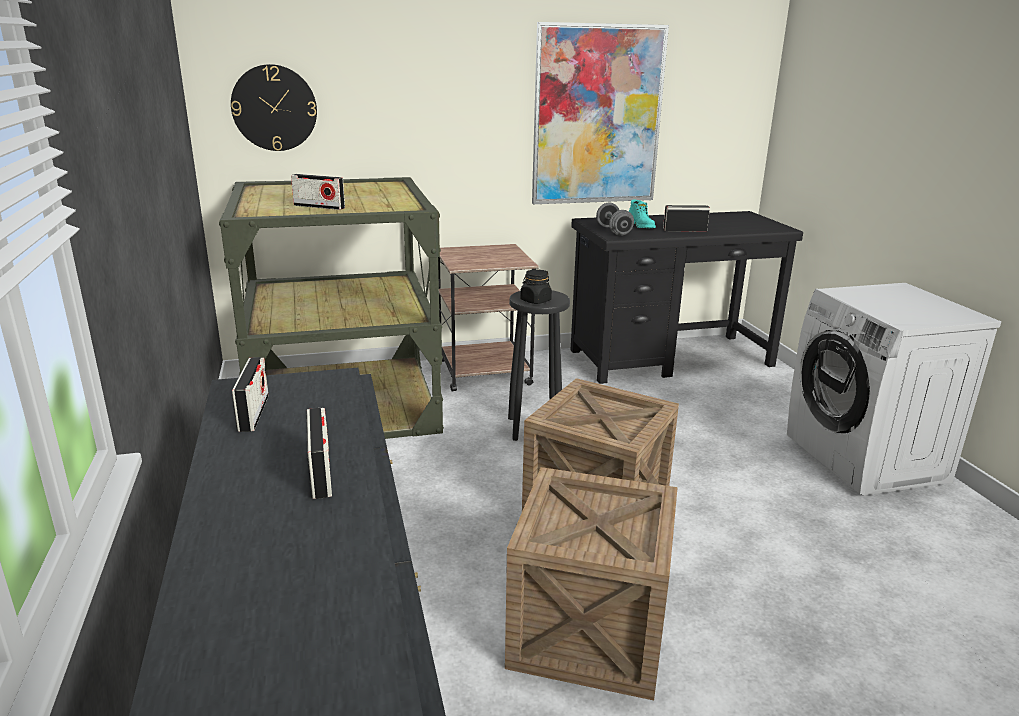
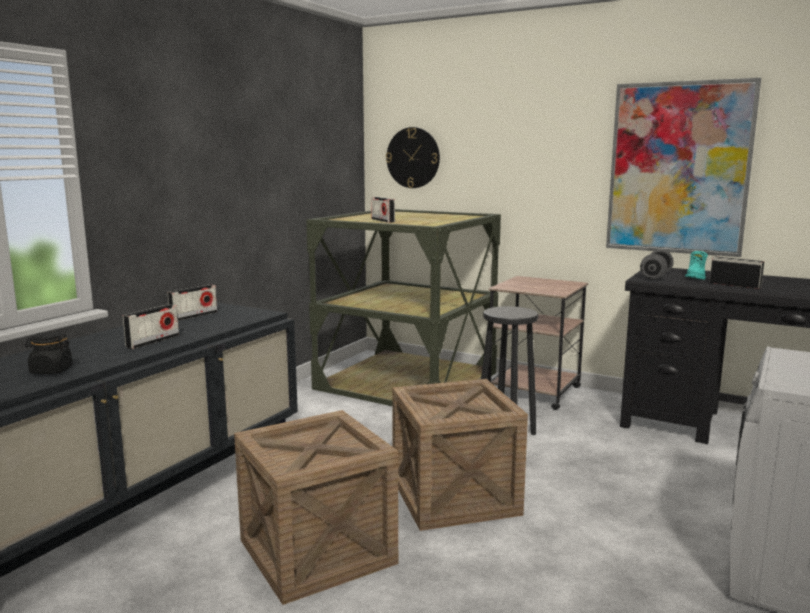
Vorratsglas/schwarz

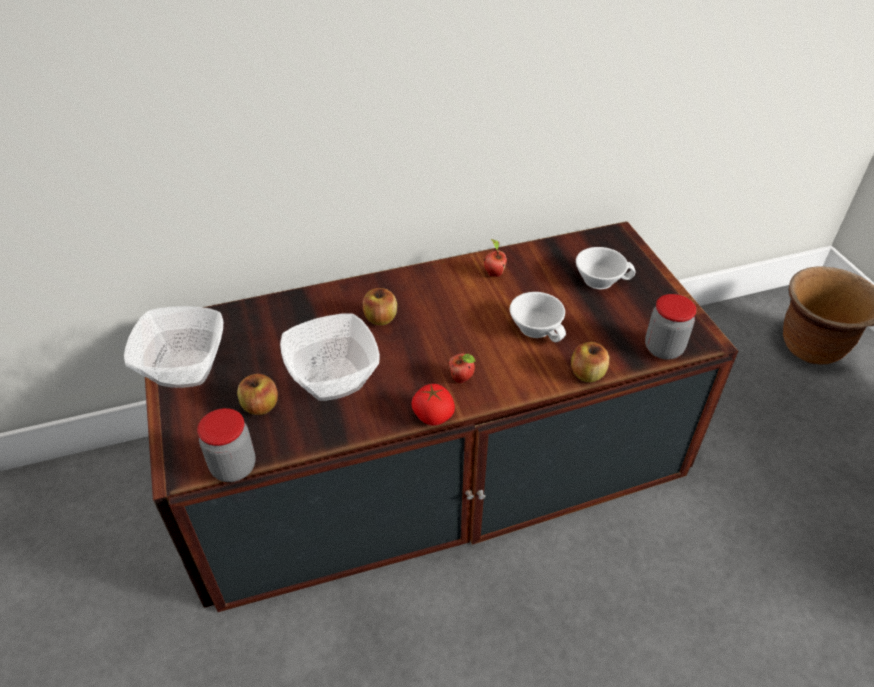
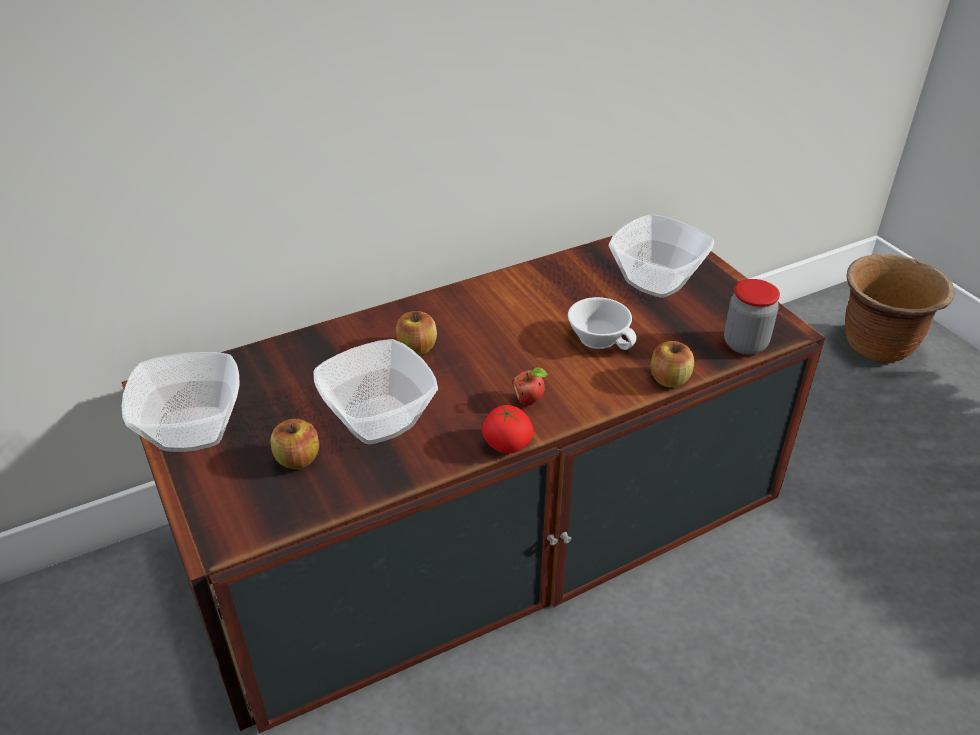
Schüssel (no. 3 from left); Vorratsglas (no. 1 from left in the first image); Apfel (no. 4 from left in the first image)

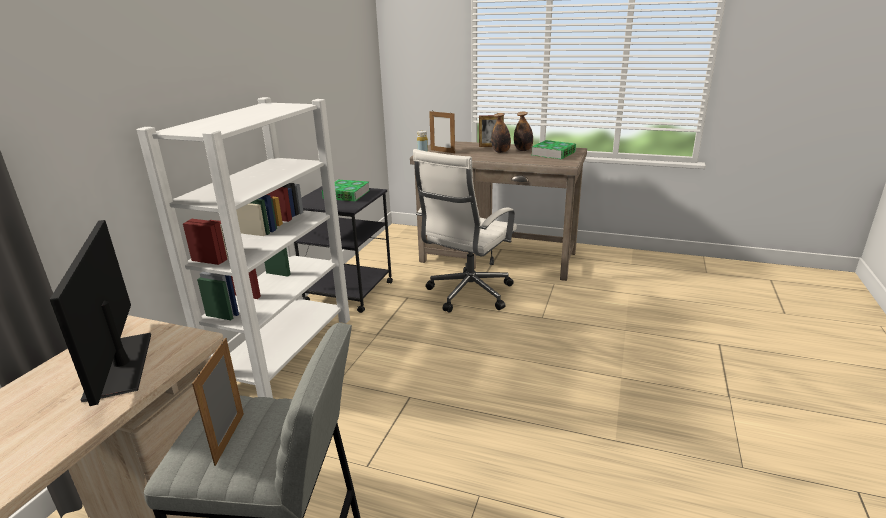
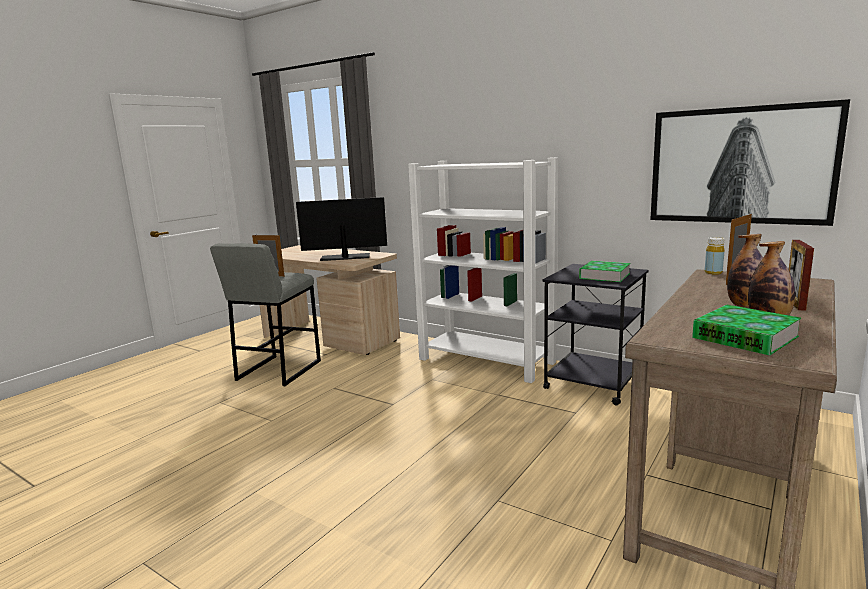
Bild; Bürostuhl/weiß

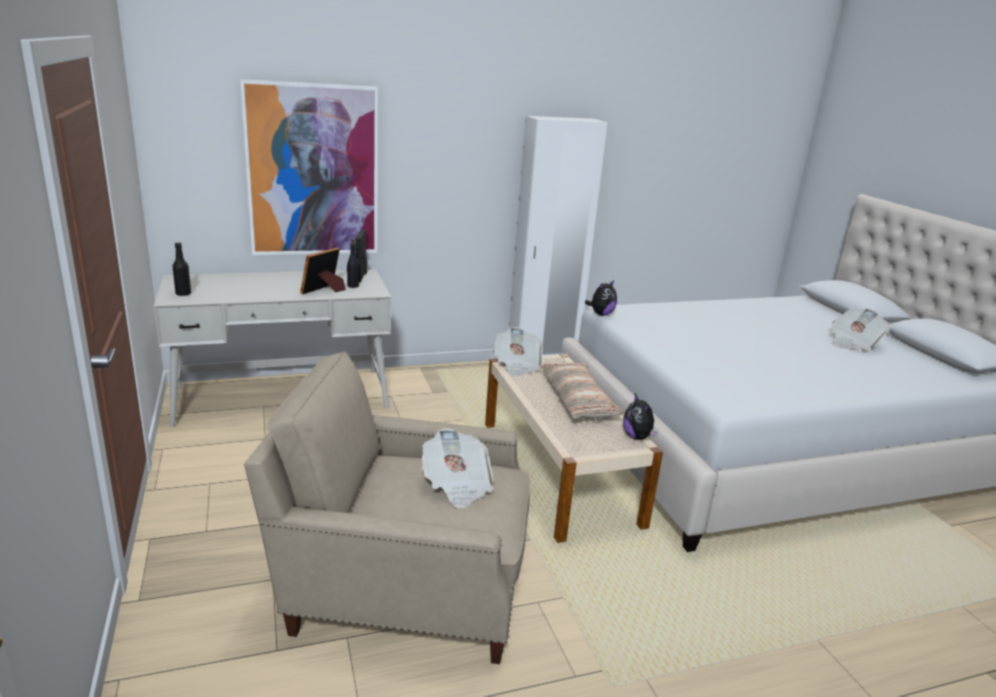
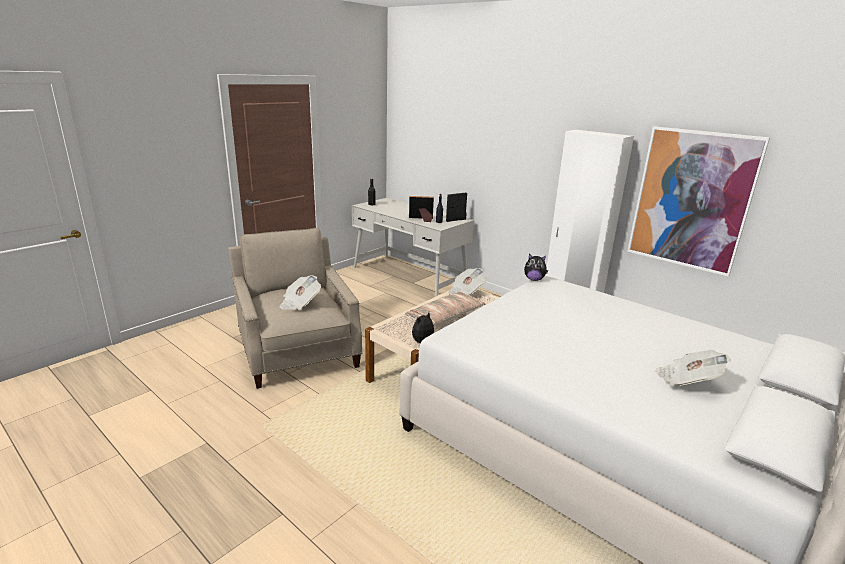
Bild

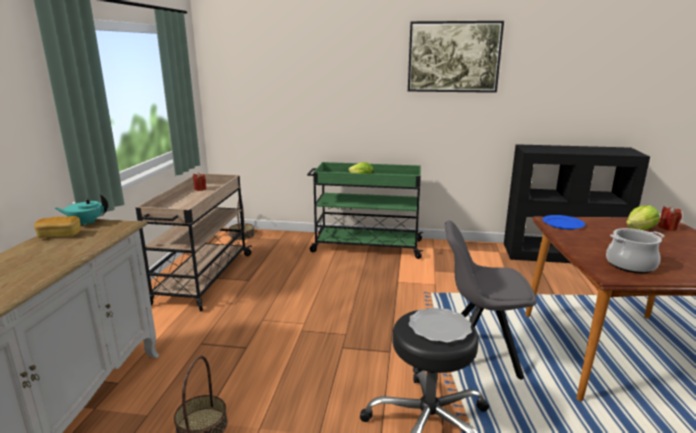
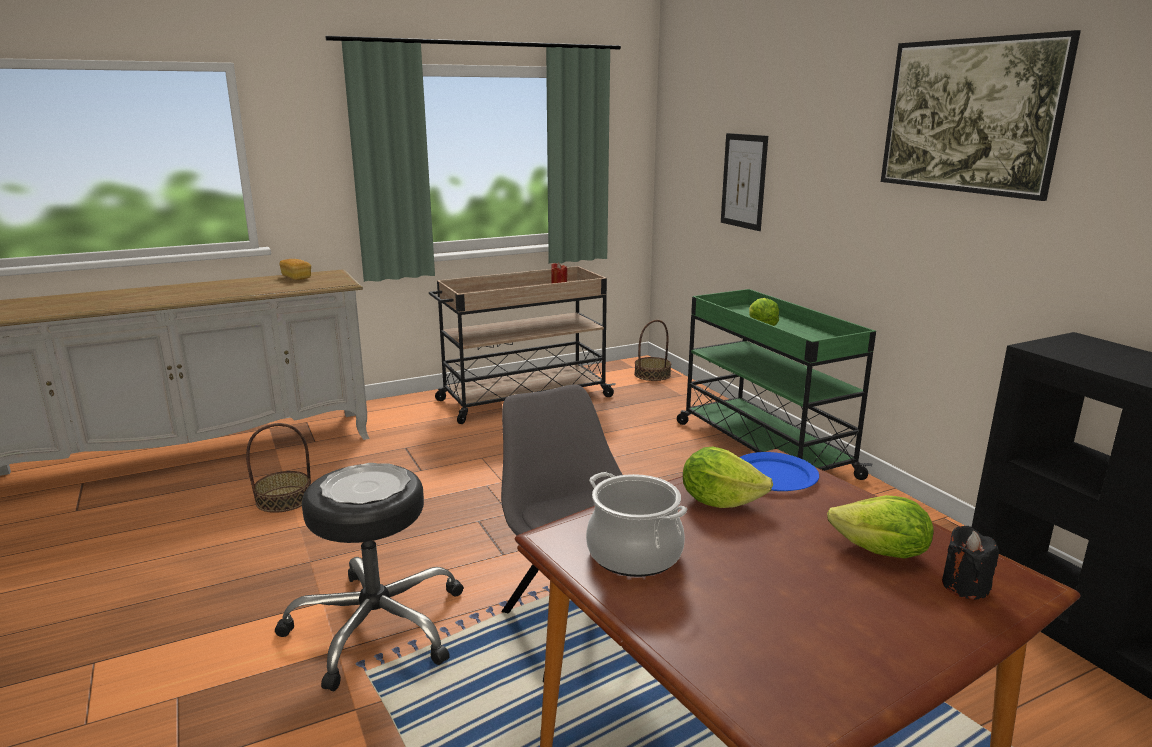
Salatkopf (no. 1 from left); Bild (no. 1 from left); Kerze/schwarz; Teekanne/türkis

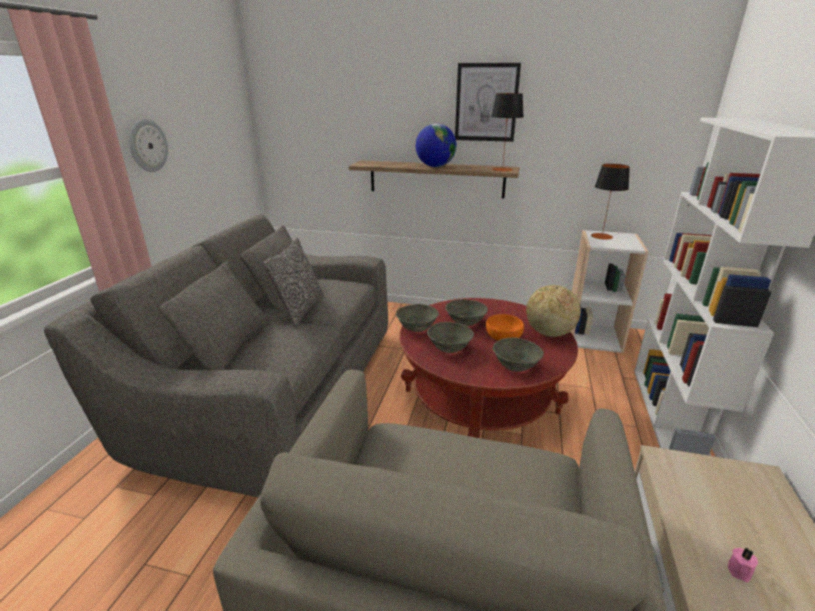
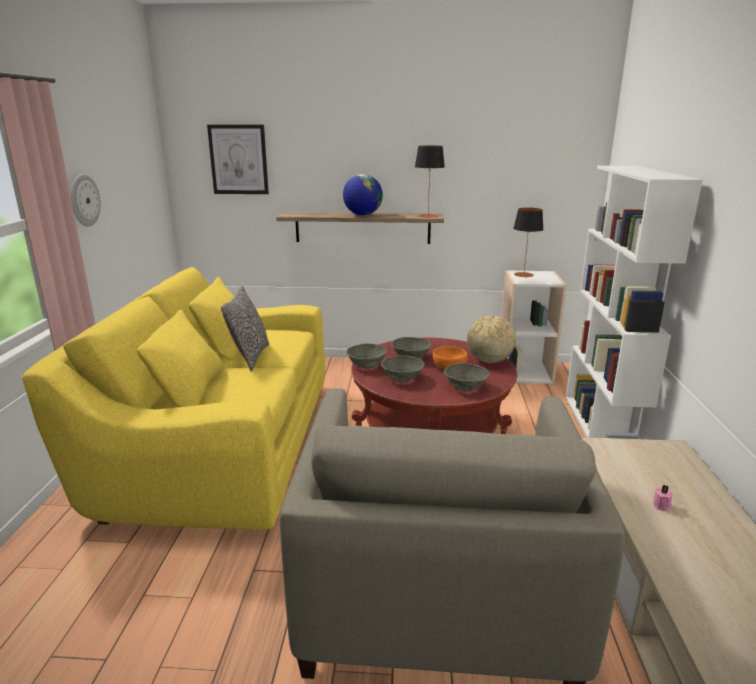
Sofa/gelb; Bild

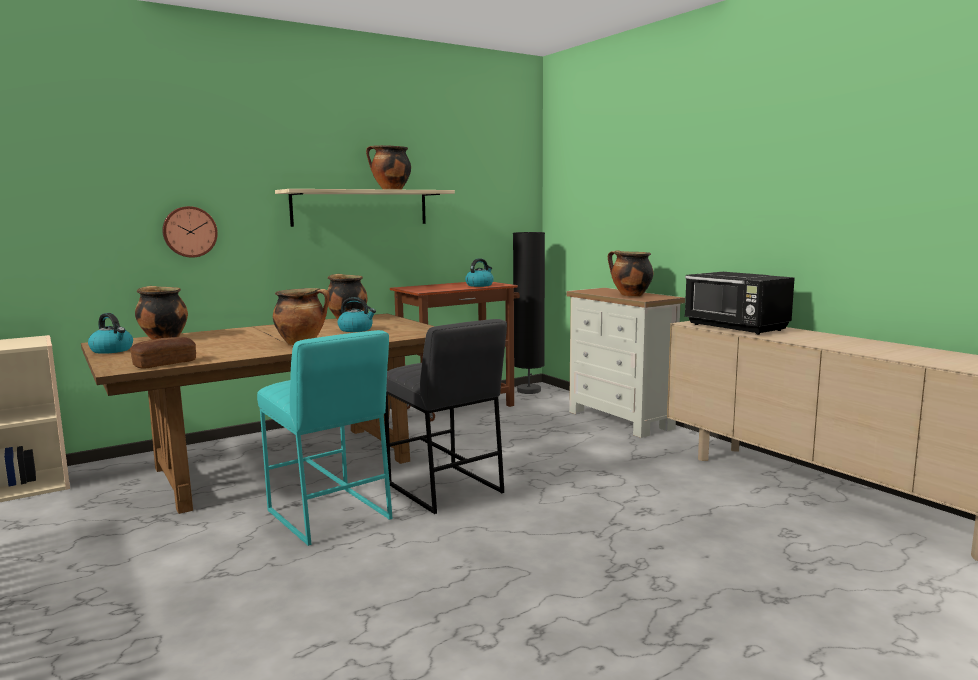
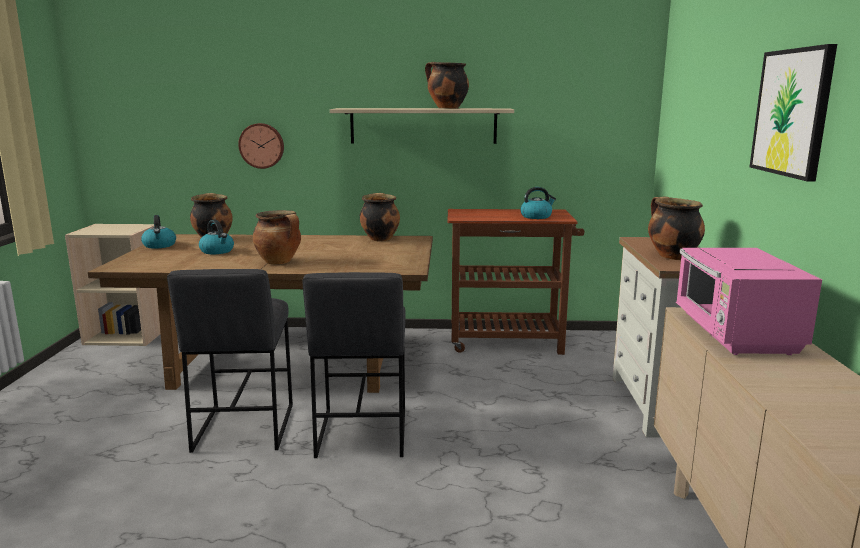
Hocker/grau (no. 1 from left); Wasserkessel (no. 2 from left); Mikrowelle/rosa; Bild; Brot; Stehlampe/schwarz

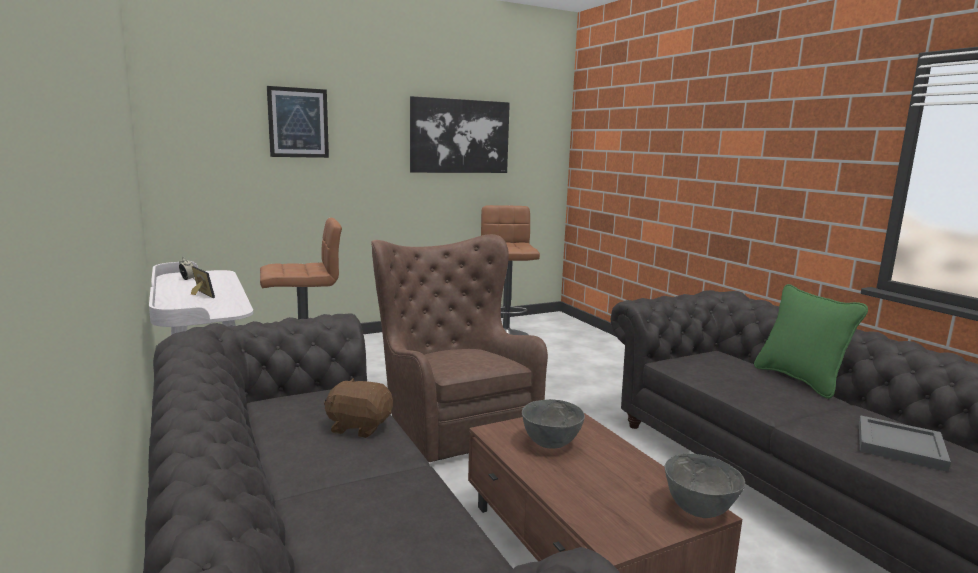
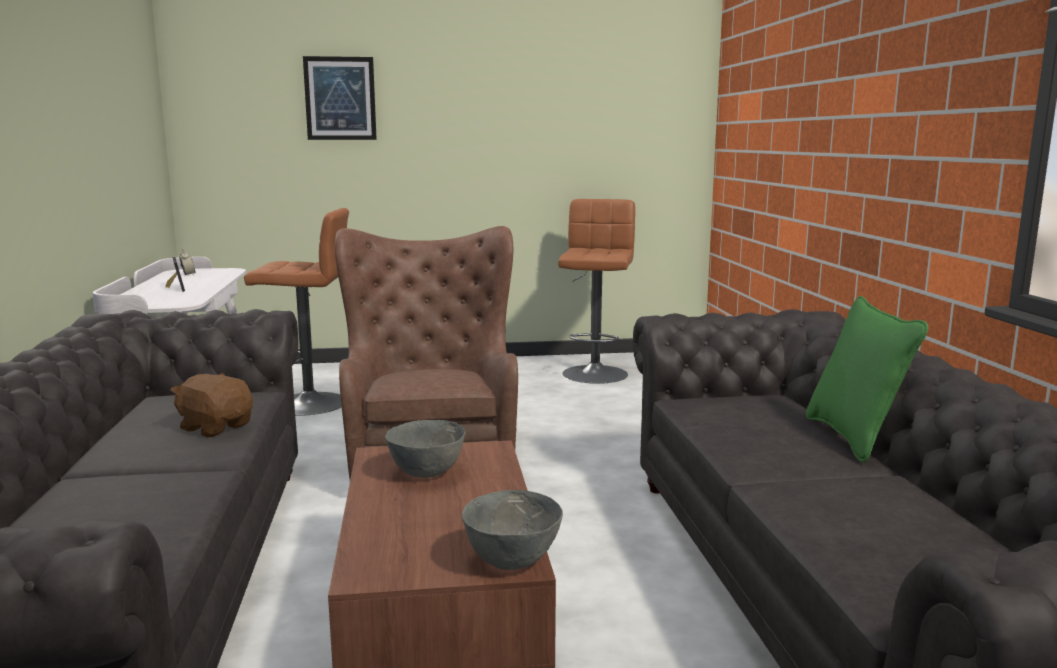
Bild (no. 2 from left in the first image); Tablett/grau

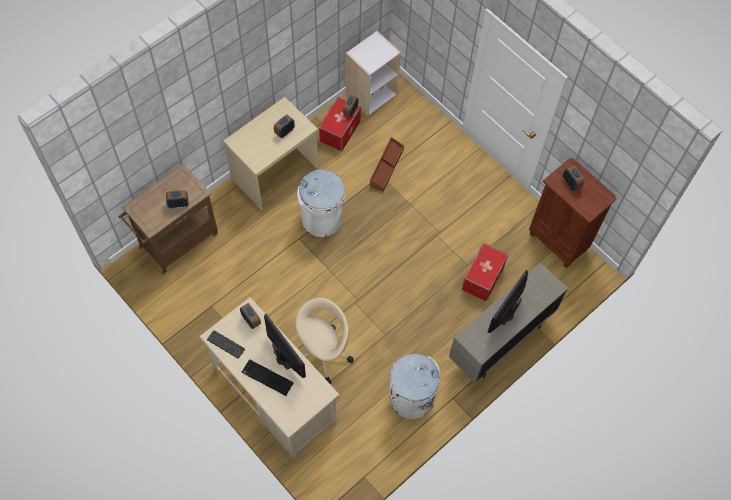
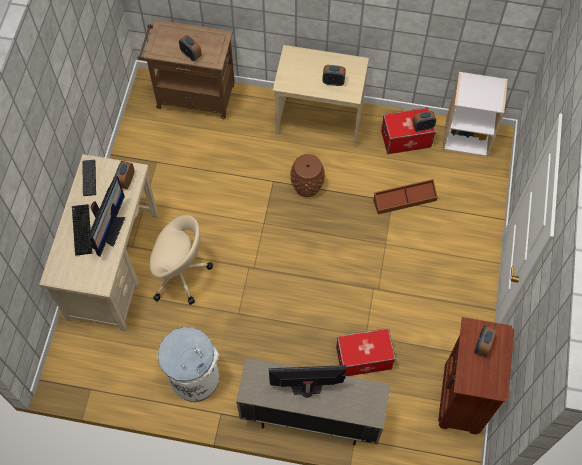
Hocker/braun

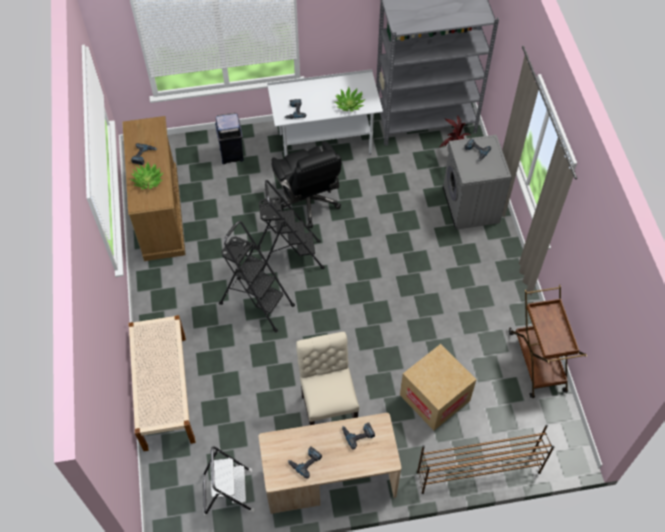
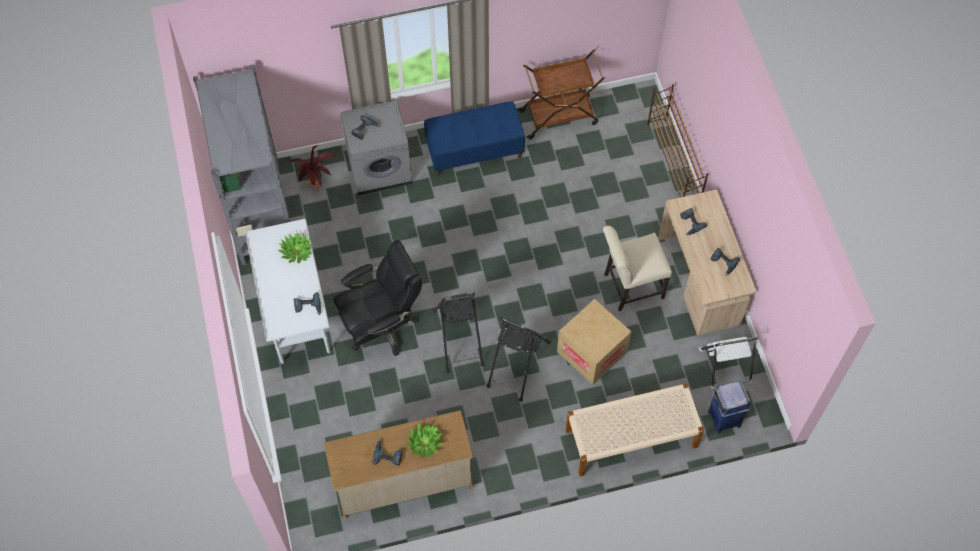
Bank/blau; Karton; Mülleimer/blau

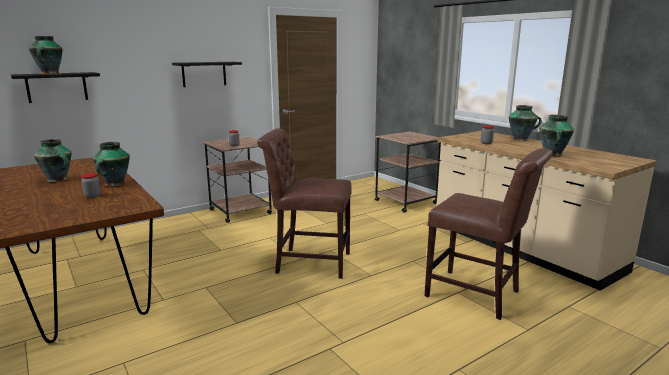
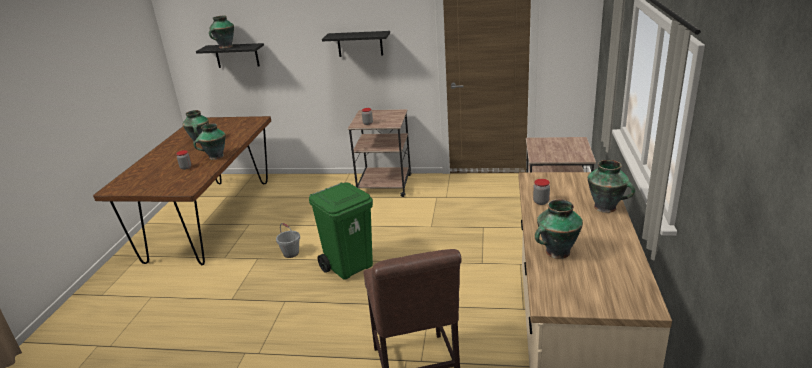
Eimer/grau; Mülleimer/grün

